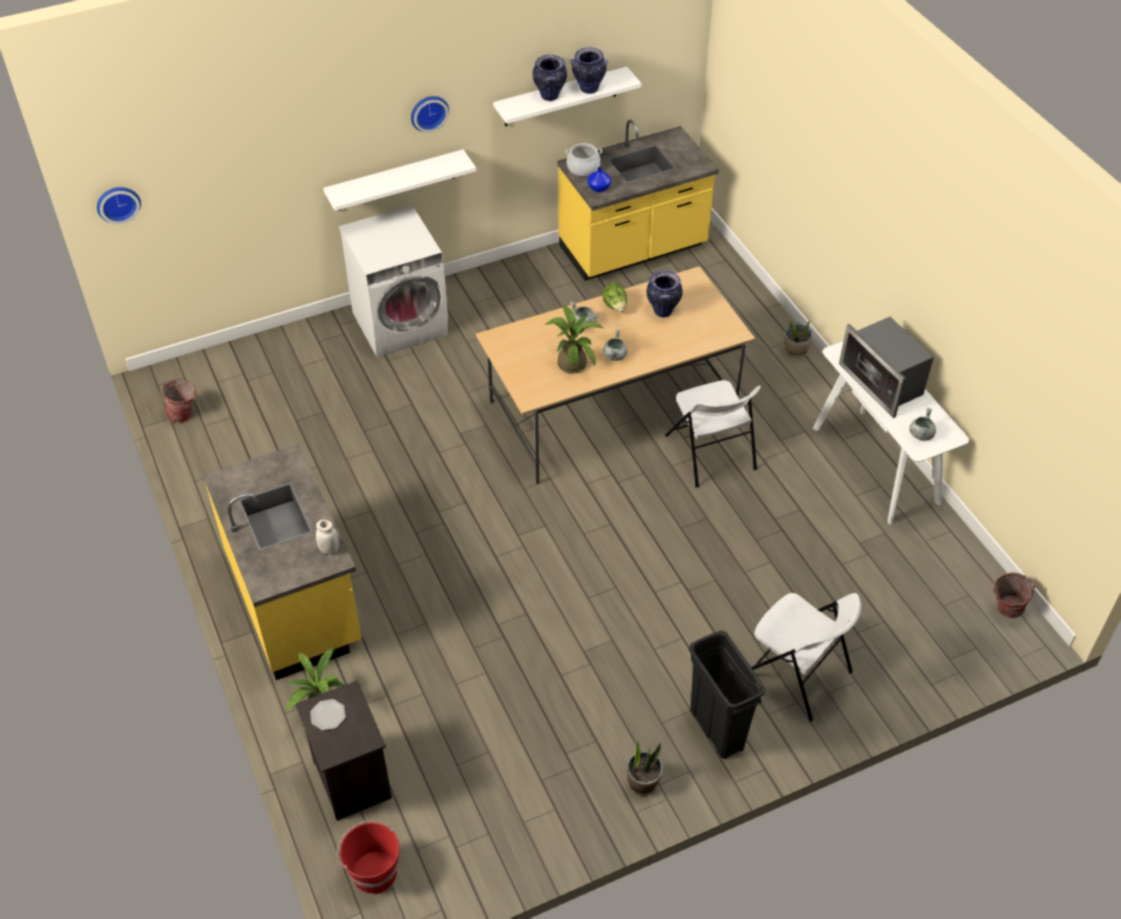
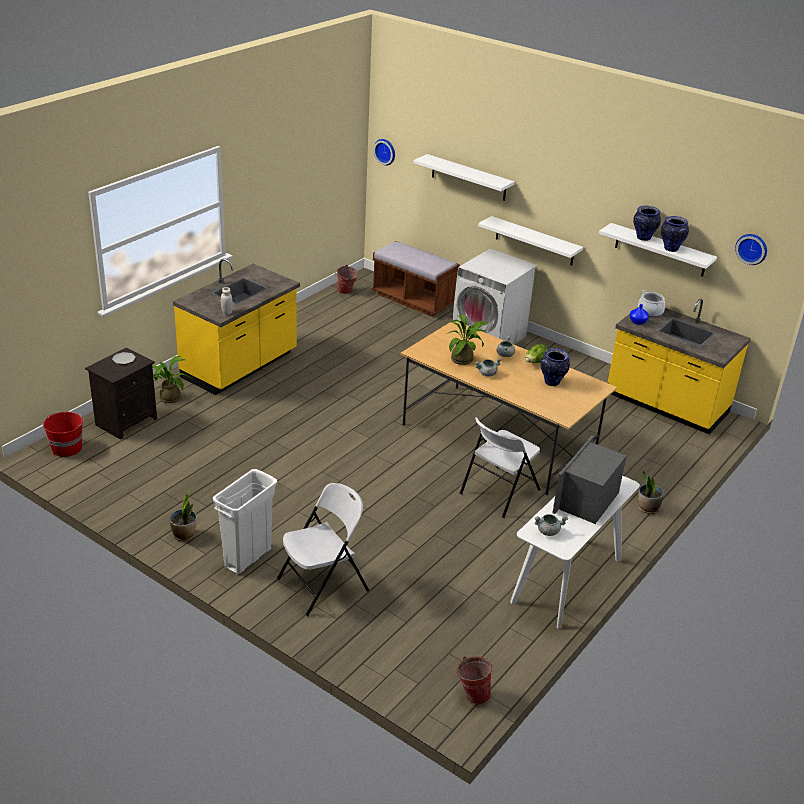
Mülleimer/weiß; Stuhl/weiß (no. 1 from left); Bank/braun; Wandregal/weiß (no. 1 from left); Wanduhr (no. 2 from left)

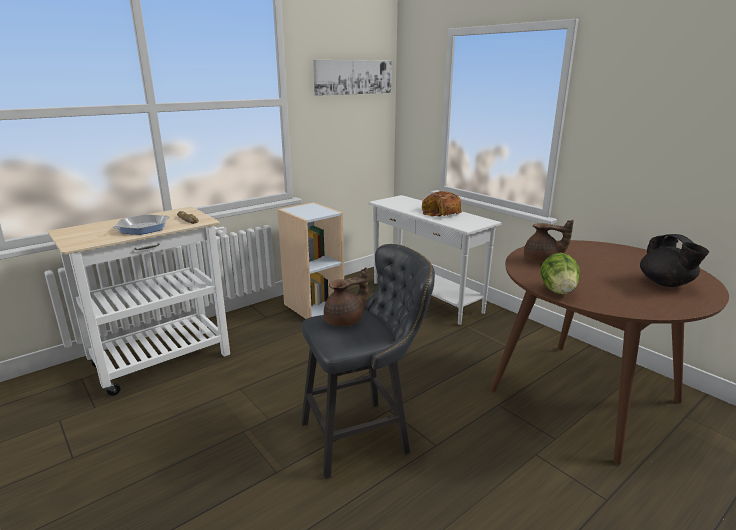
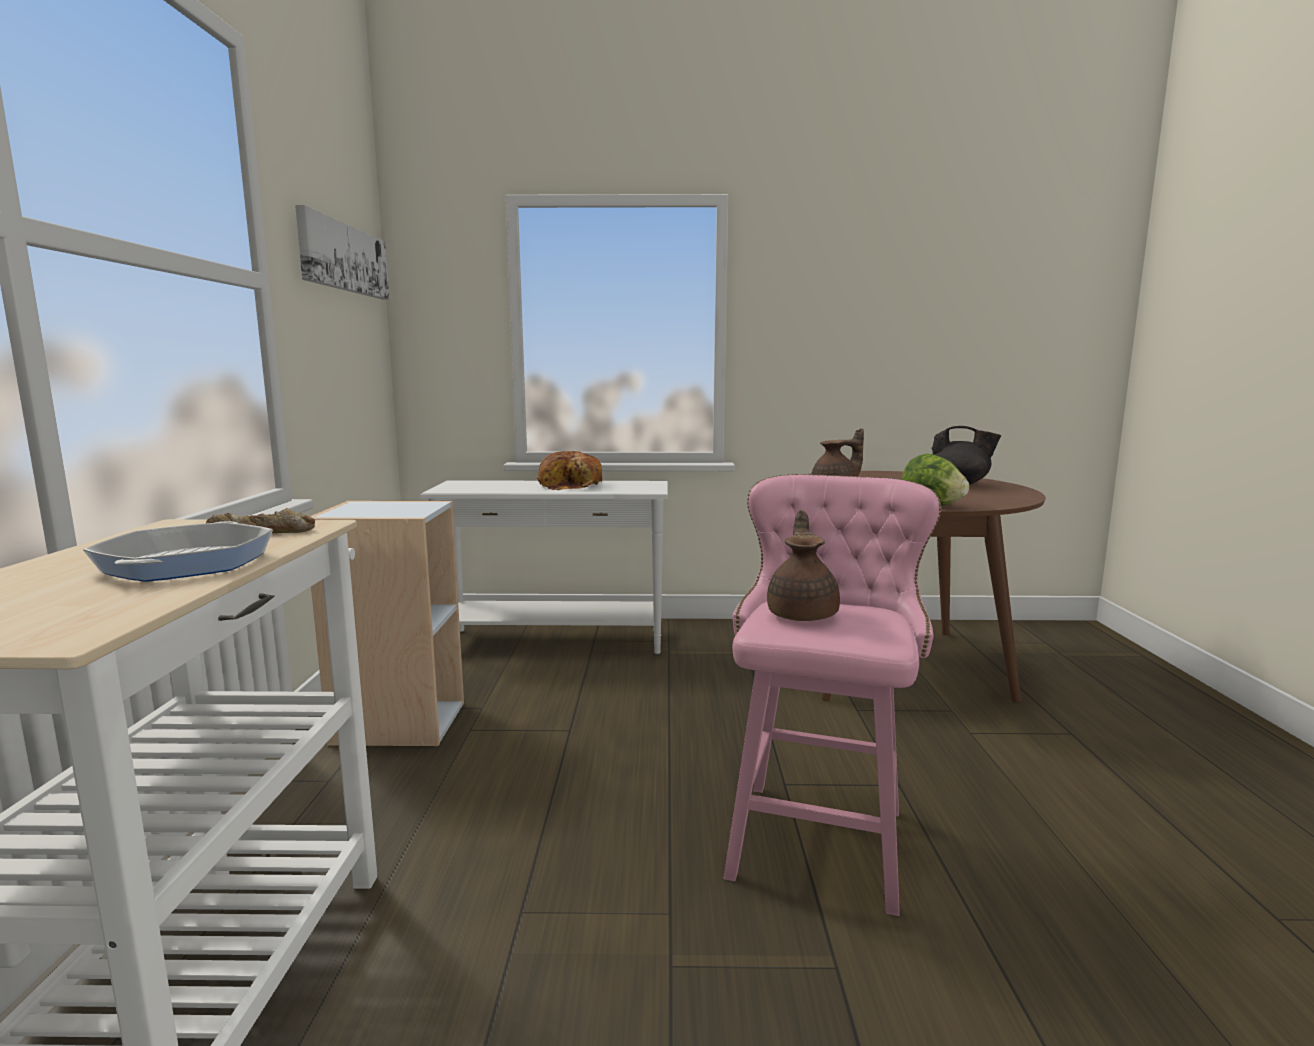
Hocker/rosa

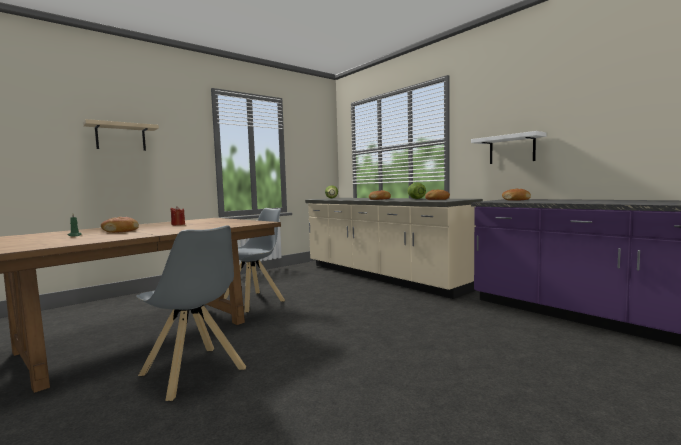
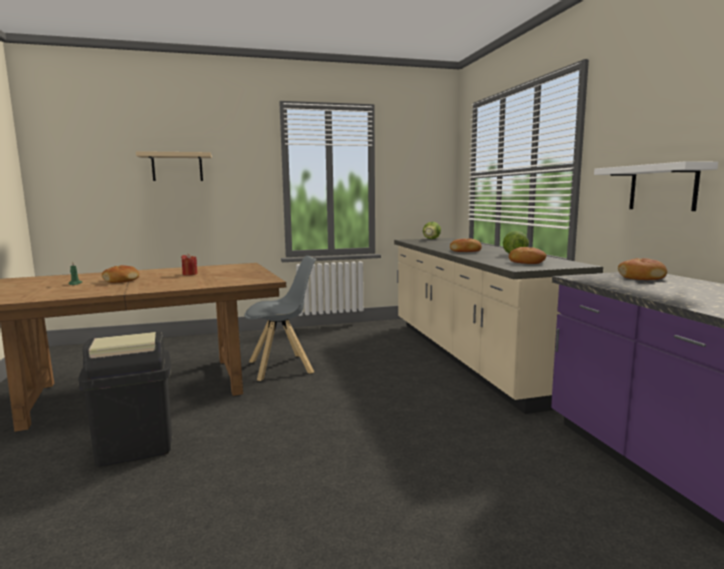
Mülleimer/schwarz

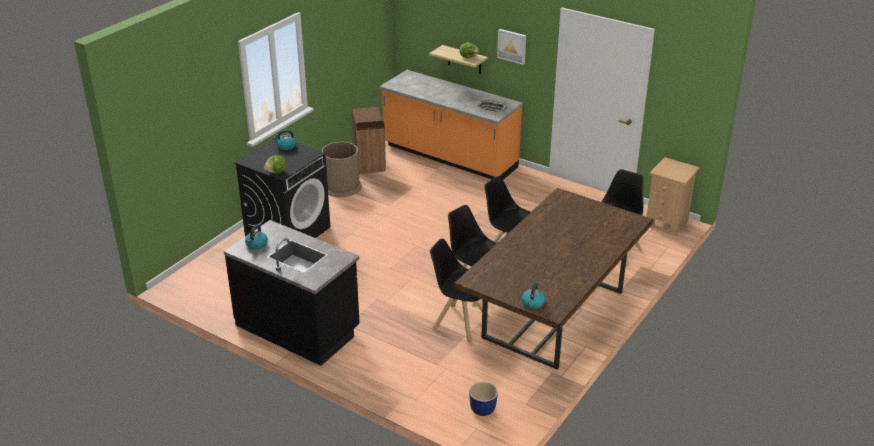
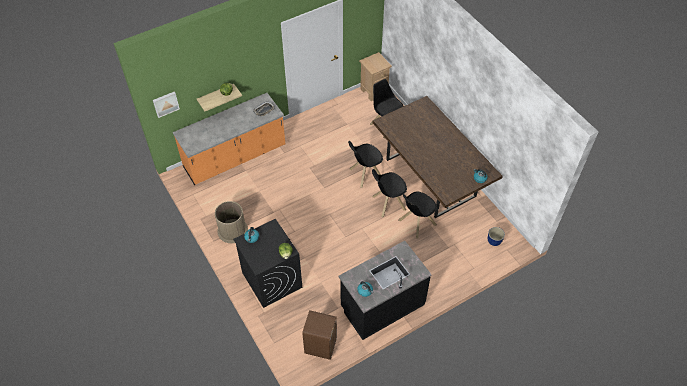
Bild; Mülleimer/braun (no. 2 from left)

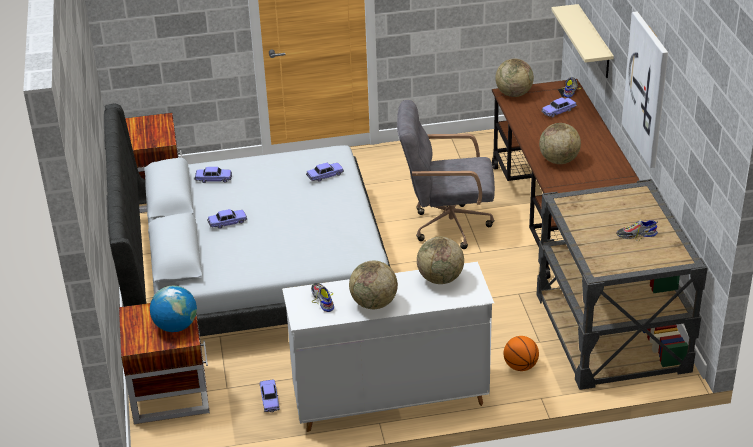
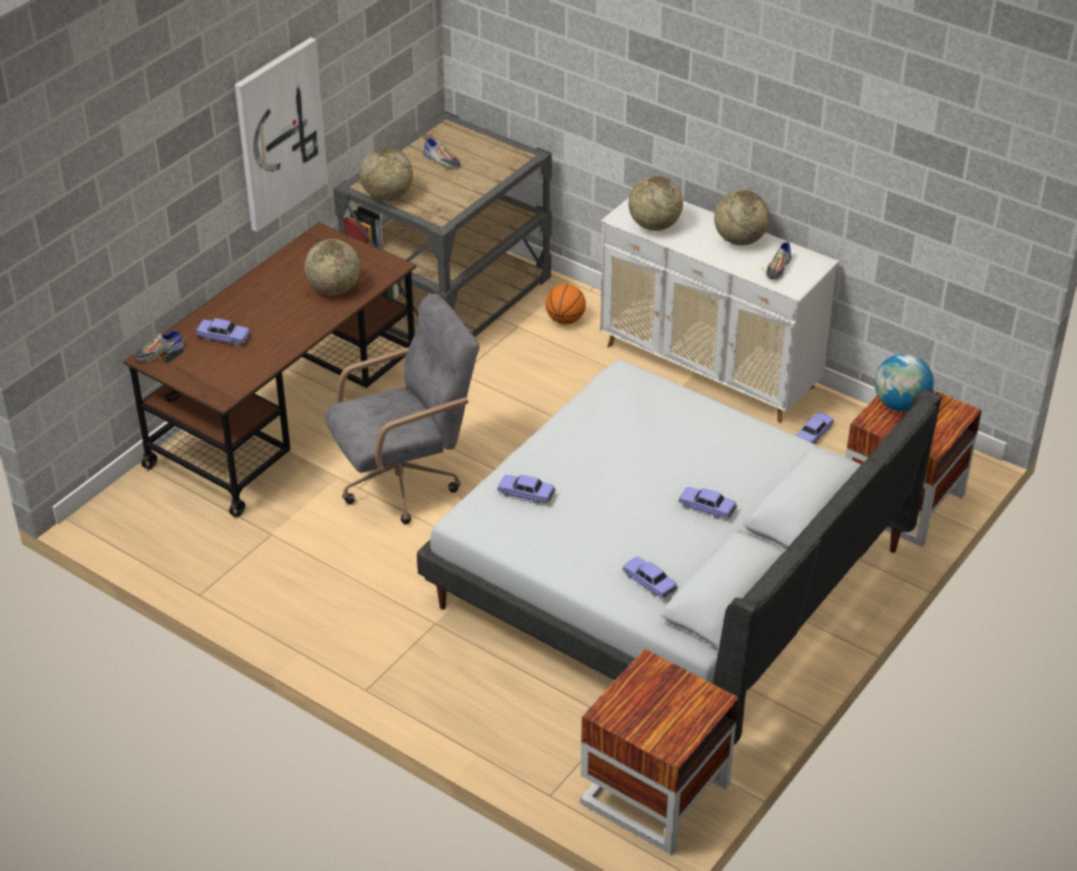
Bürostuhl/grau; Globus (no. 2 from left); Wandregal/beige

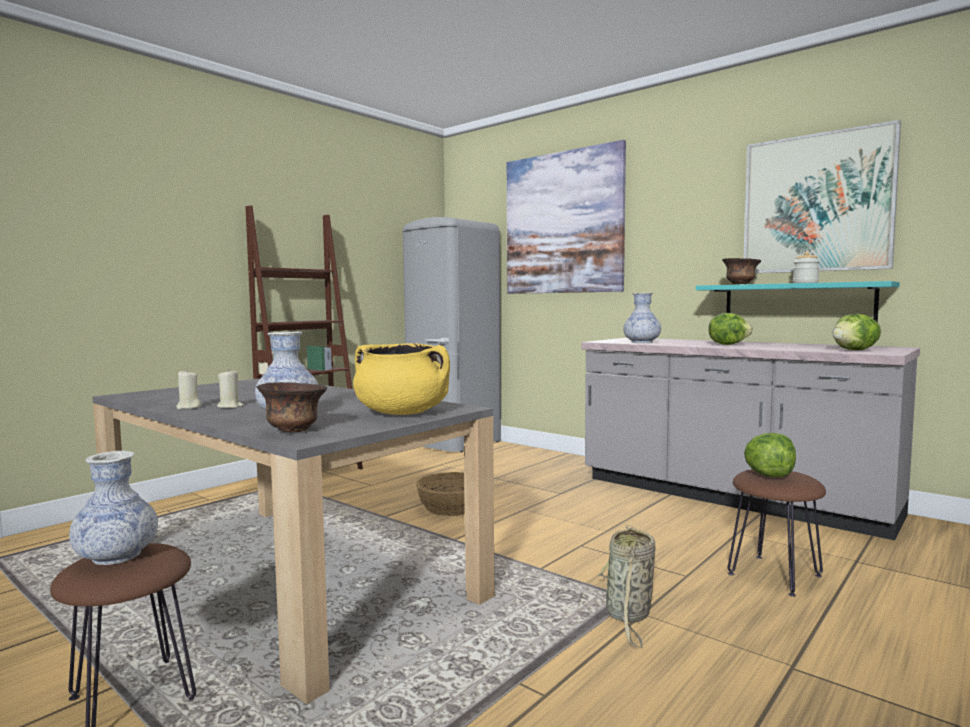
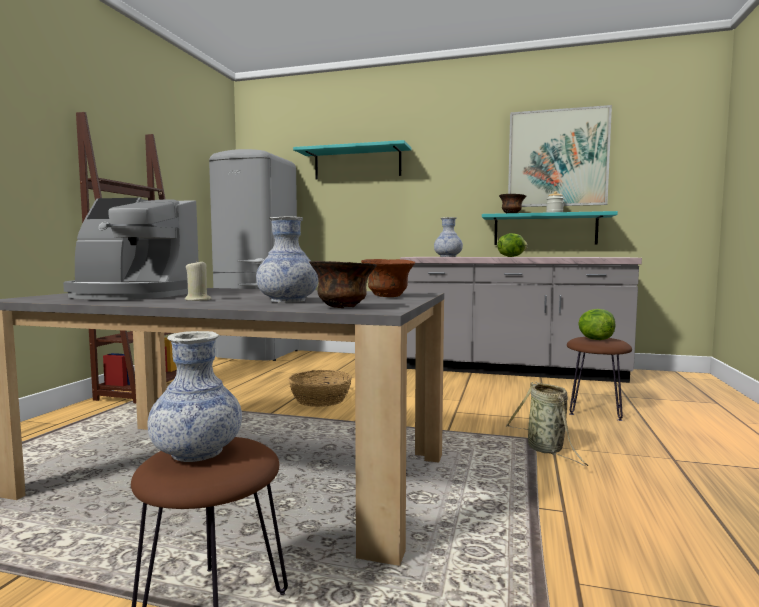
Kaffeemaschine; Wandregal/türkis (no. 1 from left); Schüssel/braun (no. 2 from left); Kerze/beige (no. 1 from left in the first image); Salatkopf (no. 3 from left in the first image)

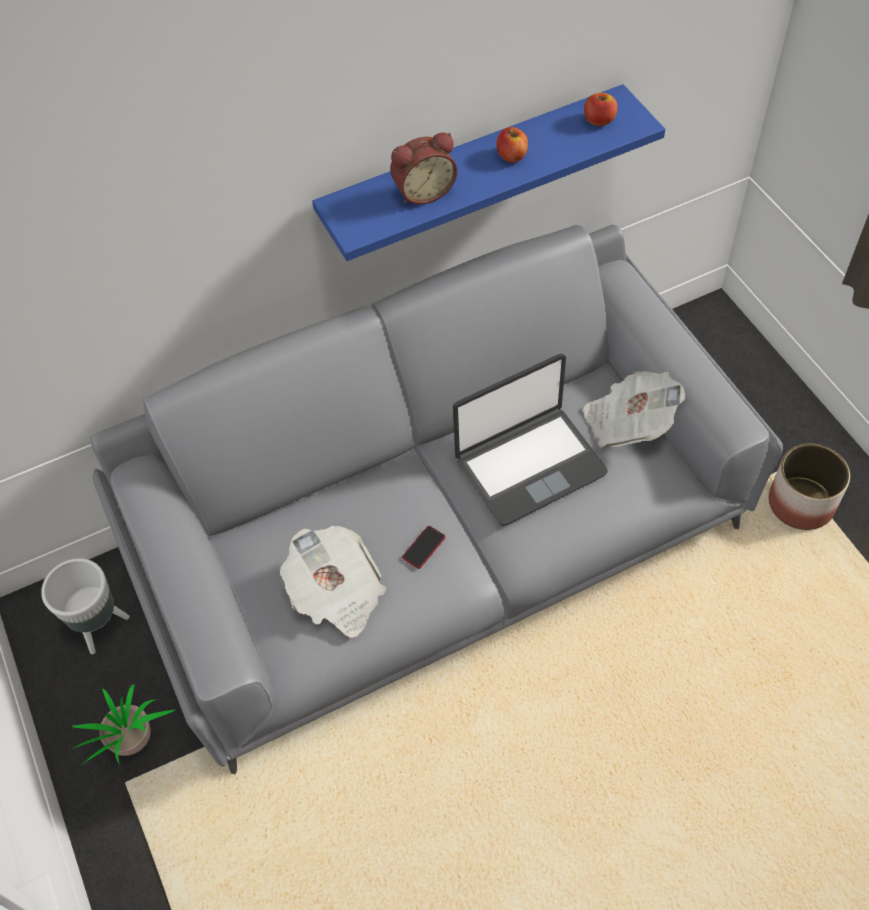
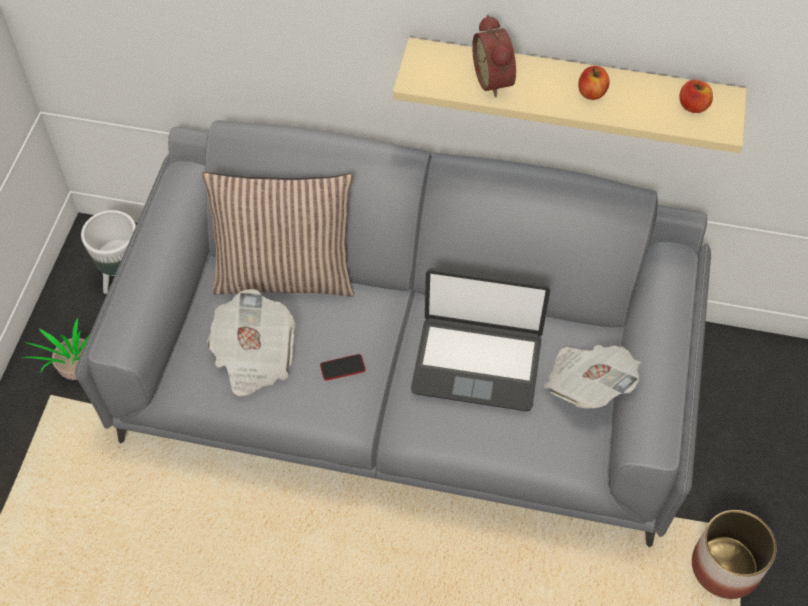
Kissen; Wandregal/beige; Wecker

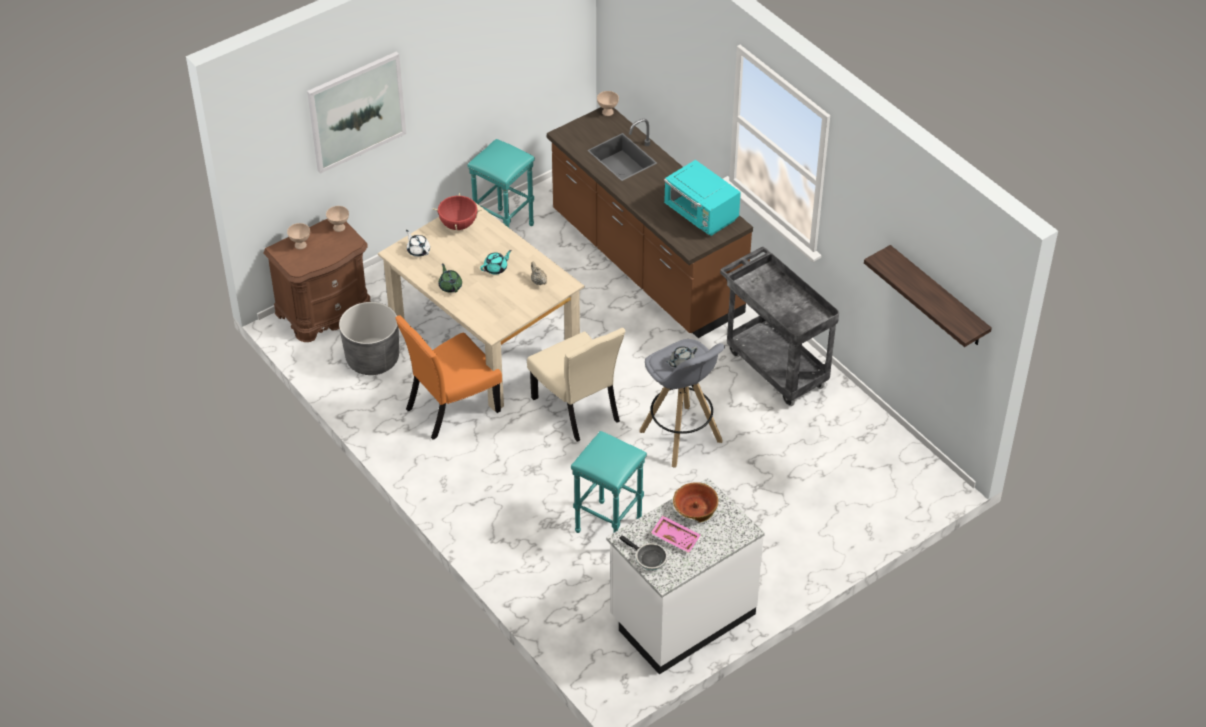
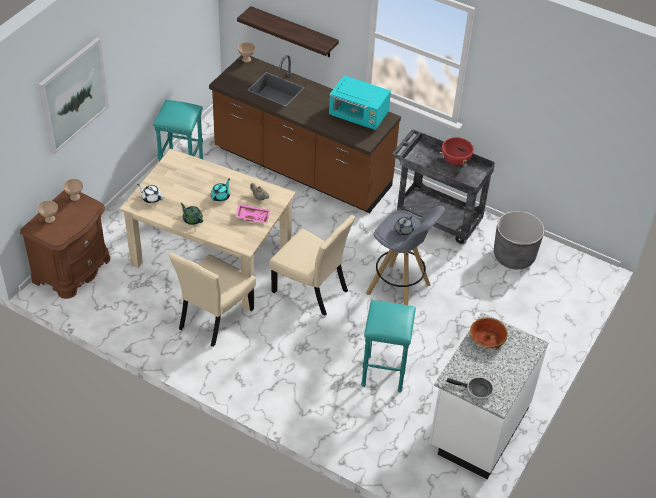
Stuhl/beige (no. 1 from left); Tablett/rosa; Wandregal; Kochtopf/rot; Pflanzkübel/grau

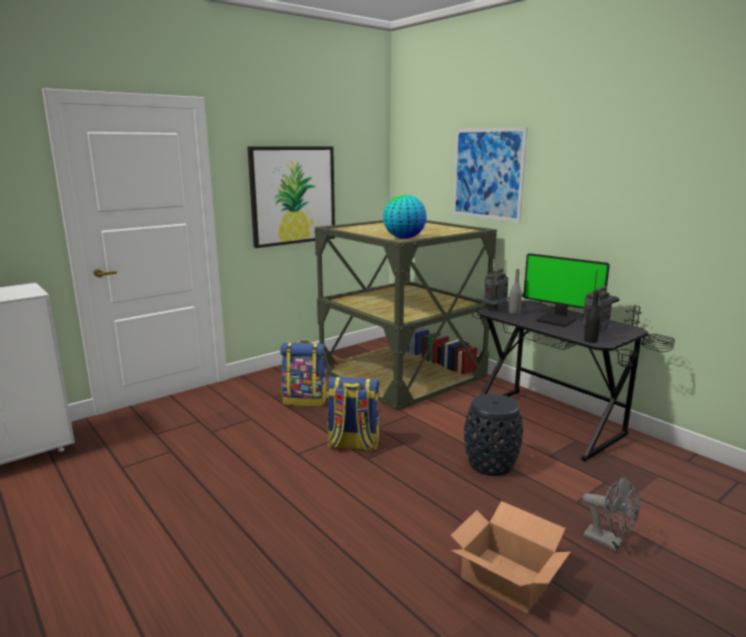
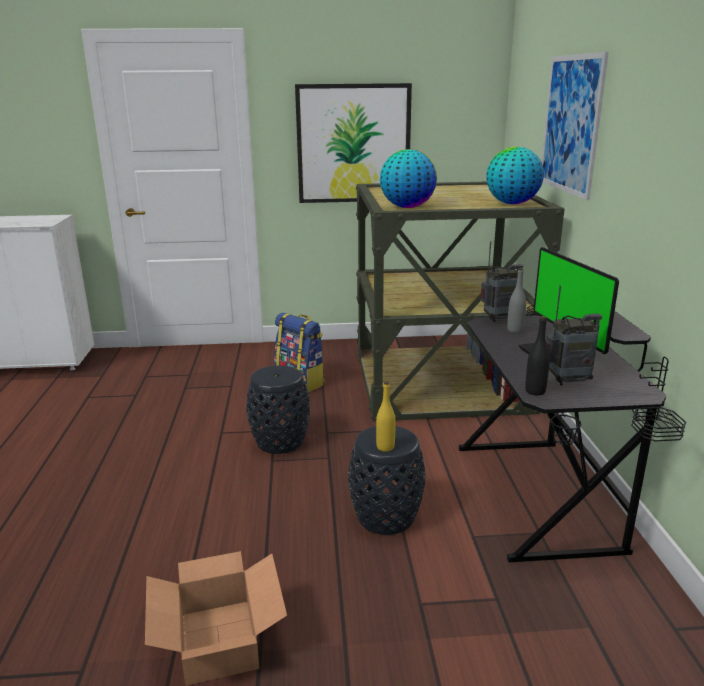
Hocker/schwarz (no. 1 from left); Flasche/gelb; Globus (no. 2 from left); Ventilator/grau

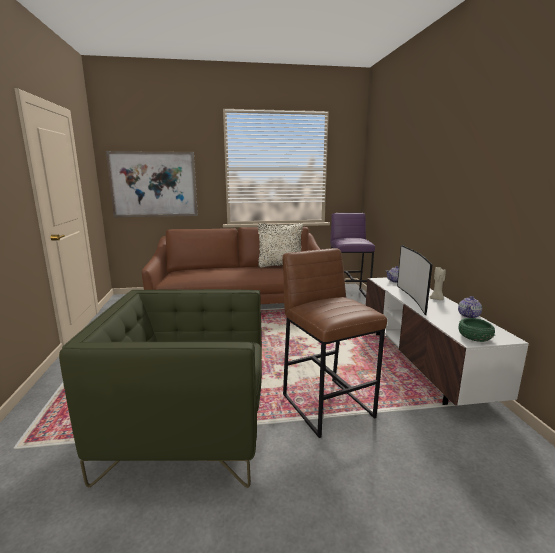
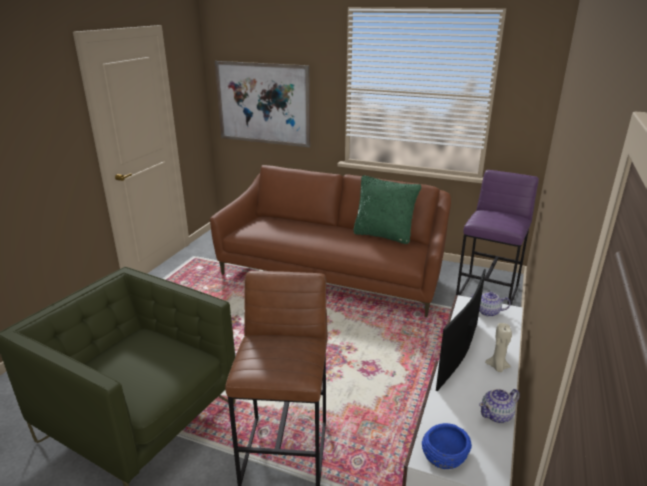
Kissen/grün; Schüssel/blau

